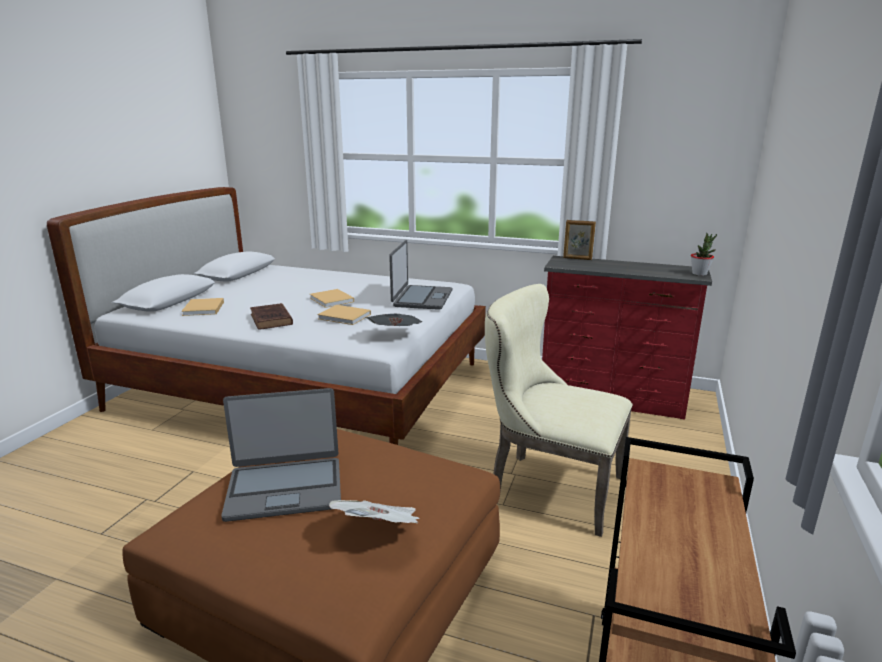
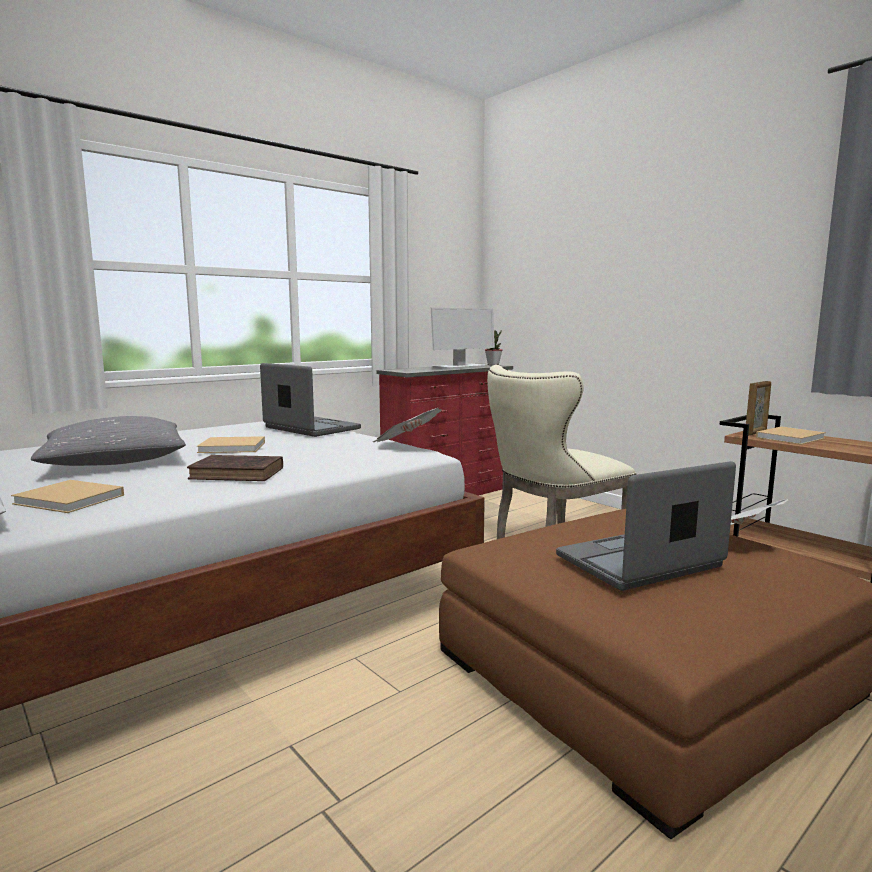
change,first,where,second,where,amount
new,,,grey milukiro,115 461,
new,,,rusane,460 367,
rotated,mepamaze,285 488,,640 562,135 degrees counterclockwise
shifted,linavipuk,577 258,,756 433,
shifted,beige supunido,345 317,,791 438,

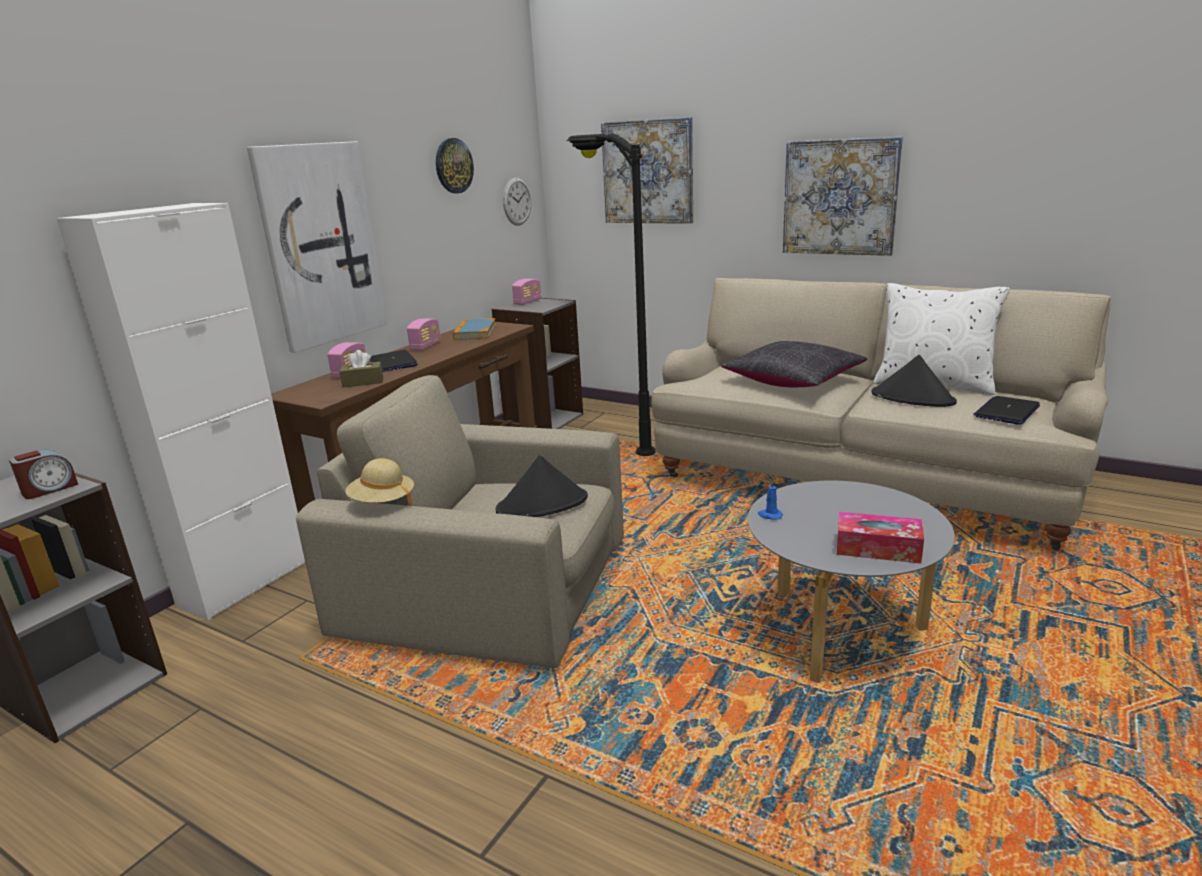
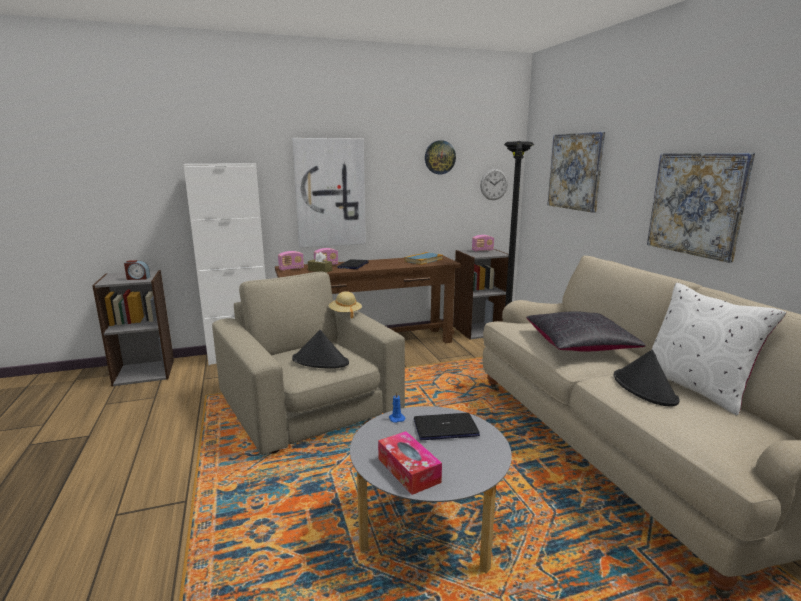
change,first,where,second,where,amount
shifted,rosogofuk,425 346,,291 269,
shifted,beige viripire,382 502,,345 313,
shifted,mepamaze,1006 412,,445 427,

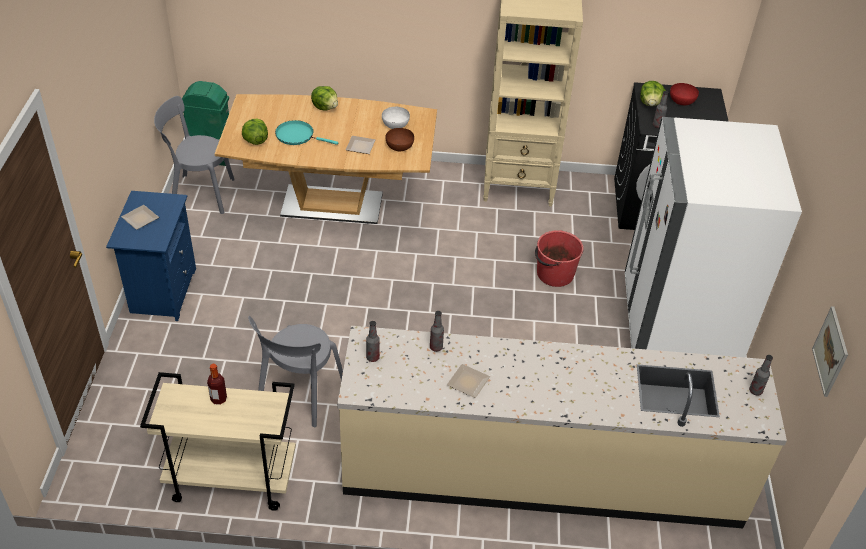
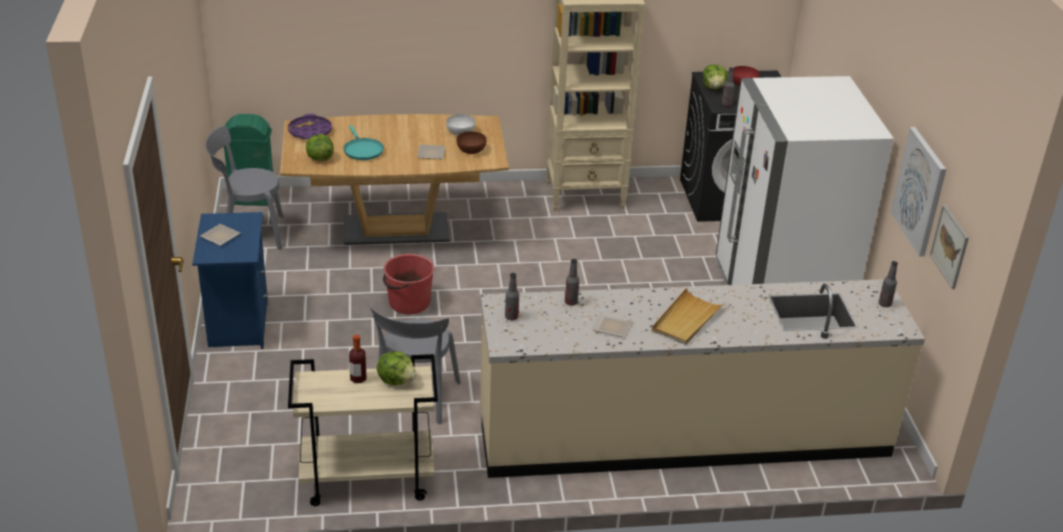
change,first,where,second,where,amount
new,,,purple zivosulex,310 131,
rotated,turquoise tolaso,297 136,,362 150,120 degrees counterclockwise
shifted,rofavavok,325 107,,396 380,
shifted,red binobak,554 274,,408 303,
new,,,beige zivosulex,686 320,
new,,,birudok,920 191,

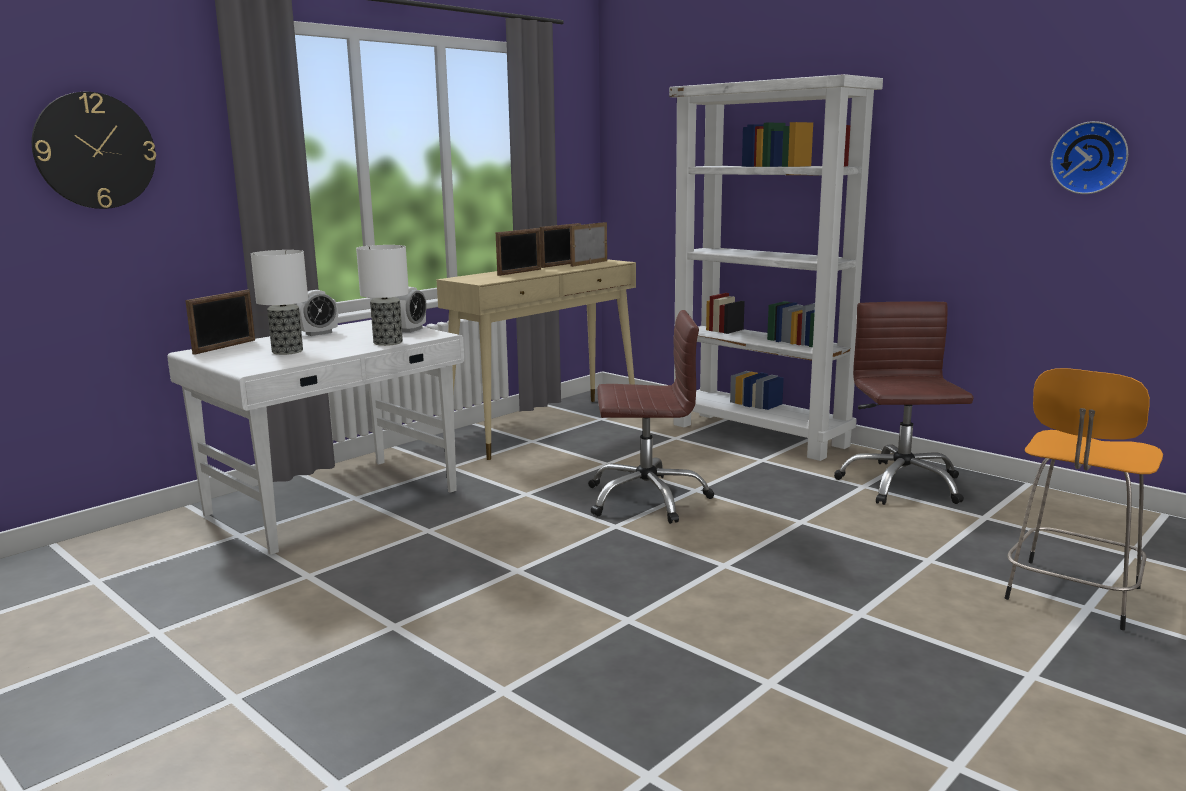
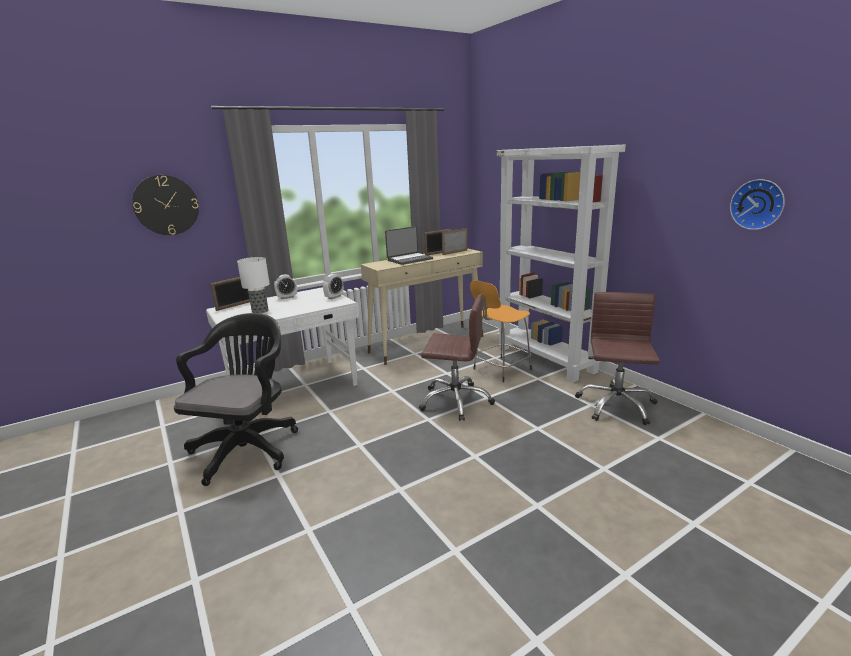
change,first,where,second,where,amount
new,,,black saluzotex,248 447,
swapped,linavipuk,520 272,mepamaze,409 259,
shifted,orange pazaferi,1071 595,,500 370,
gone,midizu,387 343,,,

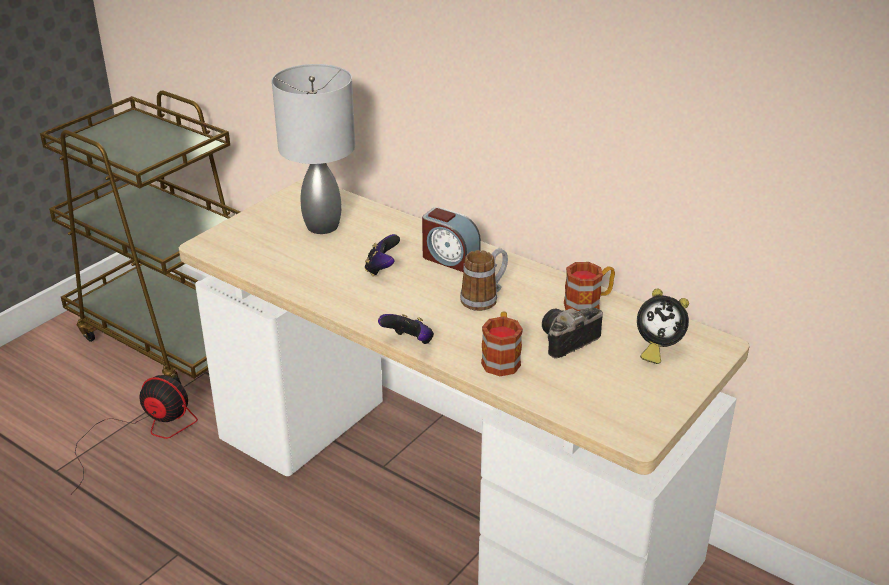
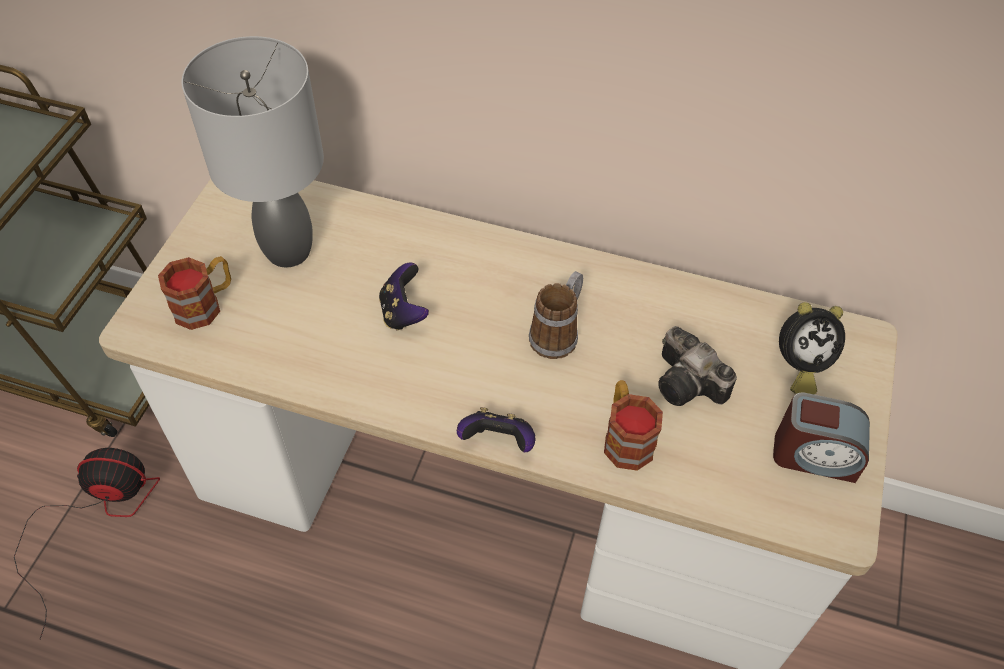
change,first,where,second,where,amount
shifted,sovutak,588 303,,205 304,
rotated,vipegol,565 342,,690 385,75 degrees counterclockwise
shifted,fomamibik,449 258,,814 455,

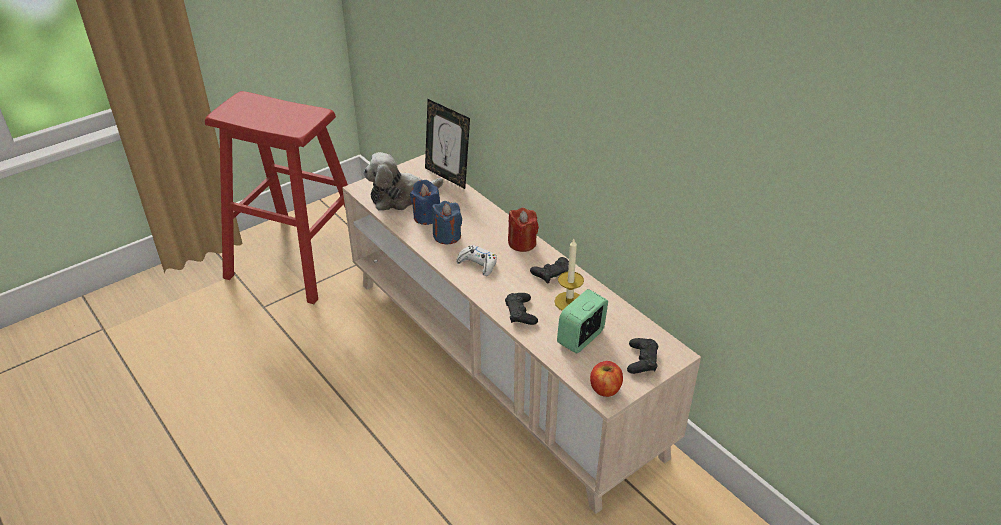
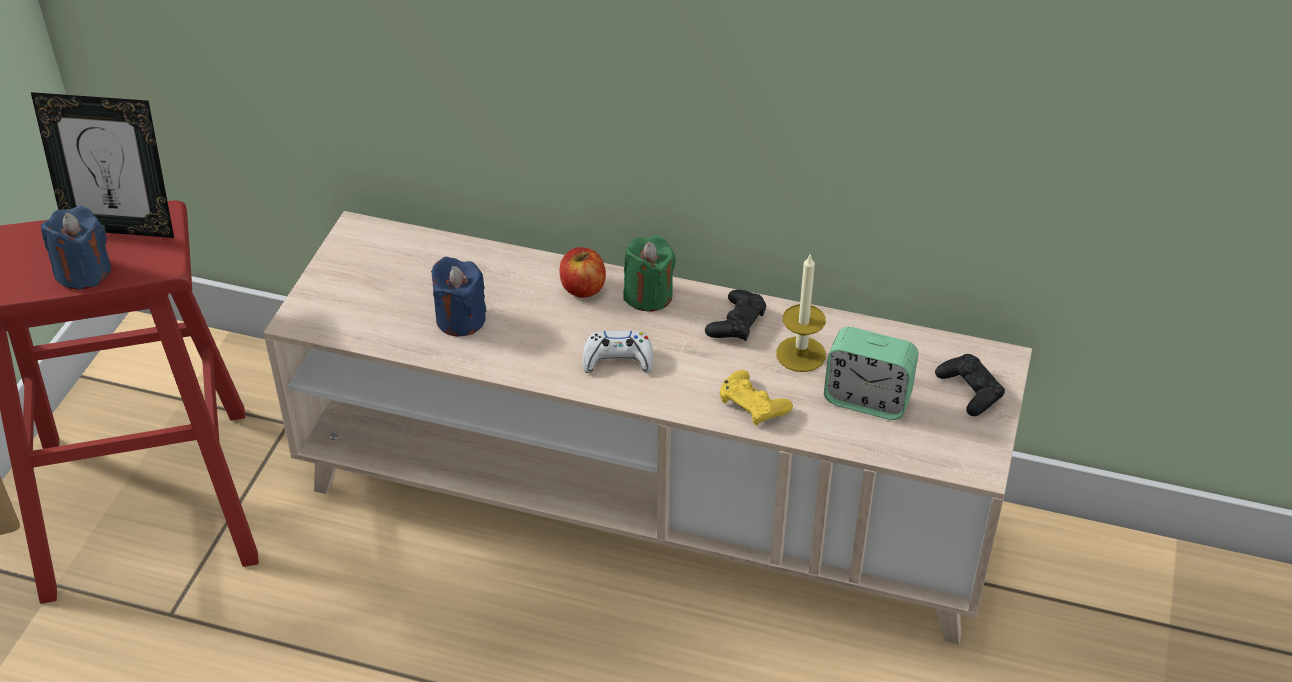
change,first,where,second,where,amount
shifted,linavipuk,448 176,,121 227,
shifted,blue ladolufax,447 236,,84 272,
shifted,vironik,605 389,,583 288,
repainted,red ladolufax,522 243,green ladolufax,648 295,
repainted,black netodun,520 313,yellow netodun,753 404,
rotated,fomamibik,581 338,,867 399,75 degrees counterclockwise
gone,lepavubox,400 197,,,

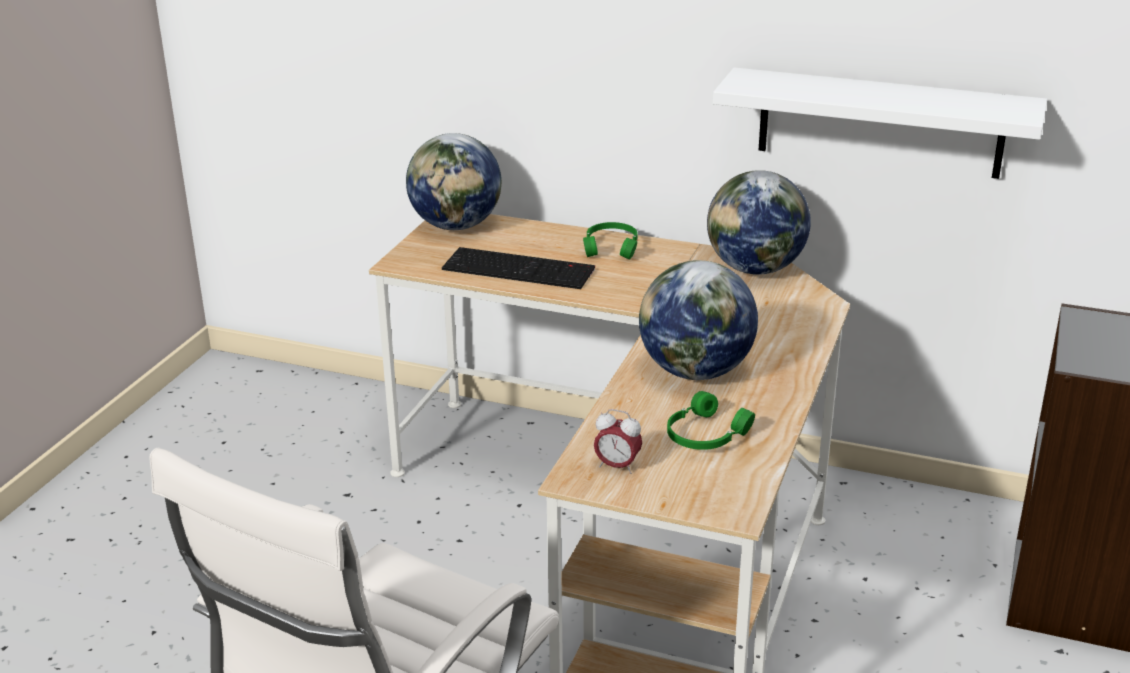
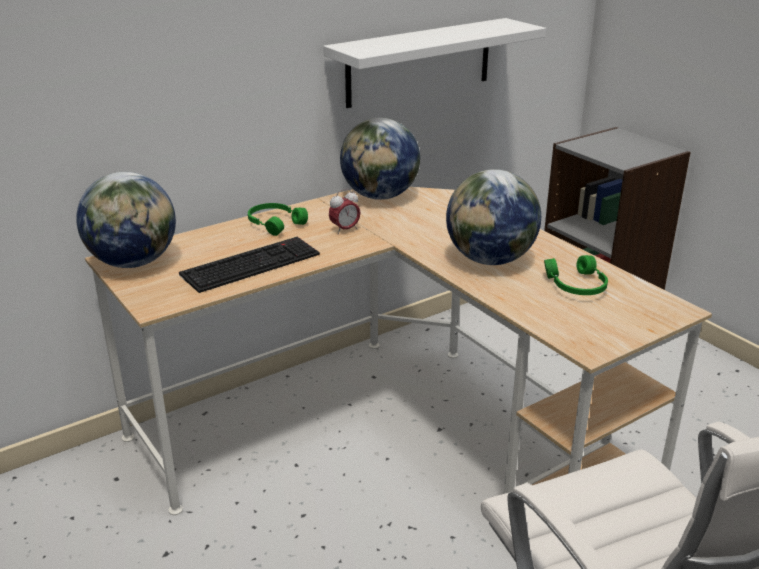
change,first,where,second,where,amount
shifted,fomamibik,617 466,,345 230,

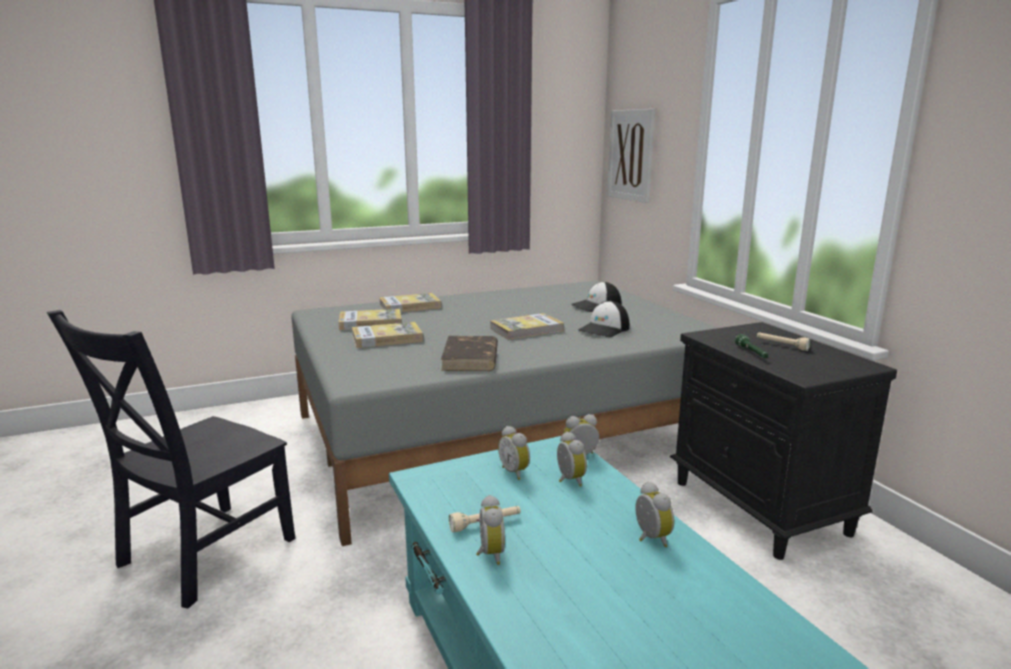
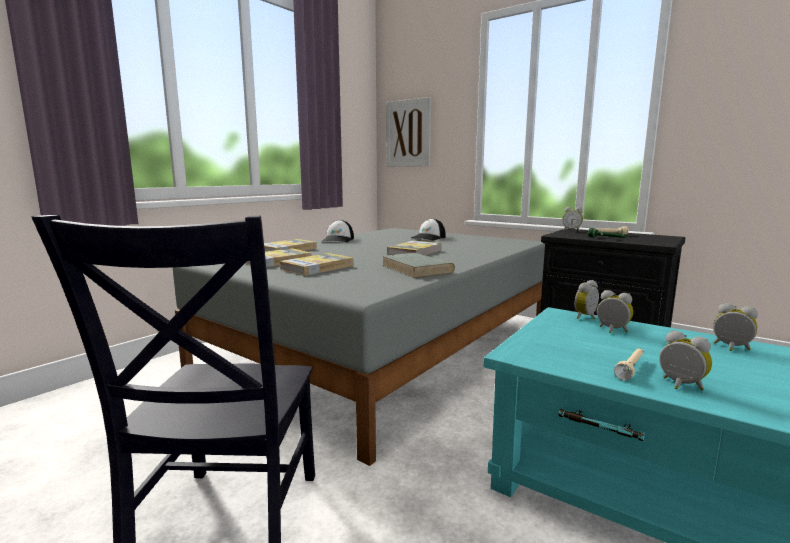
change,first,where,second,where,amount
shifted,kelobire,604 329,,338 240,
repainted,brown supunido,470 358,grey supunido,417 269,
shifted,fomamibik,515 472,,571 230,

